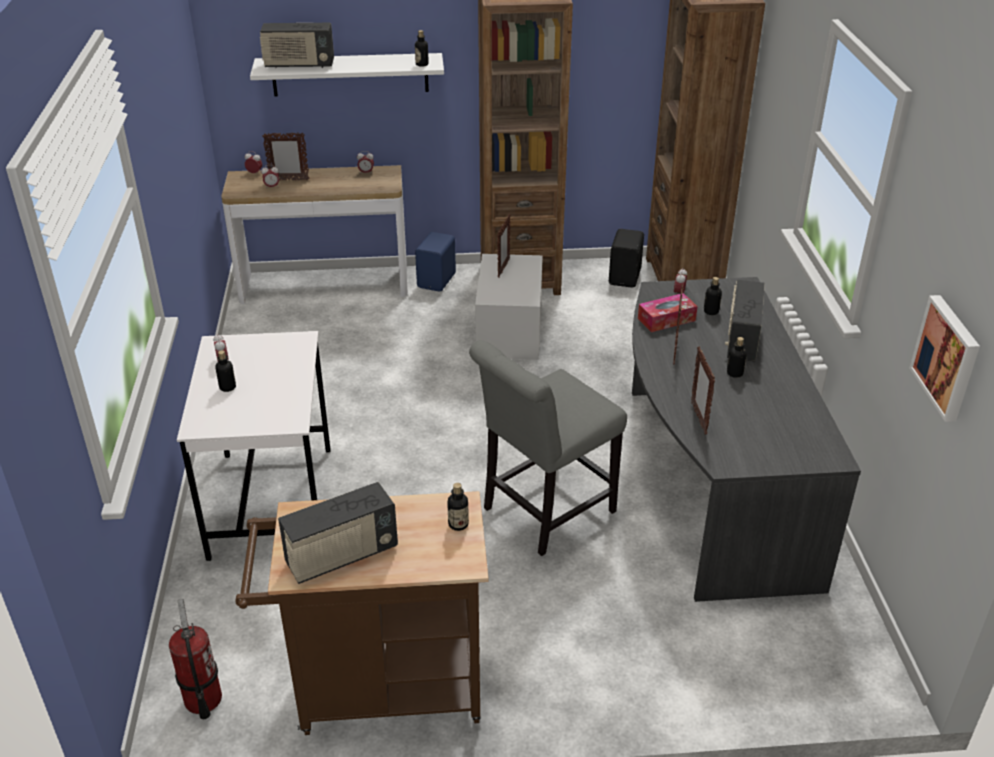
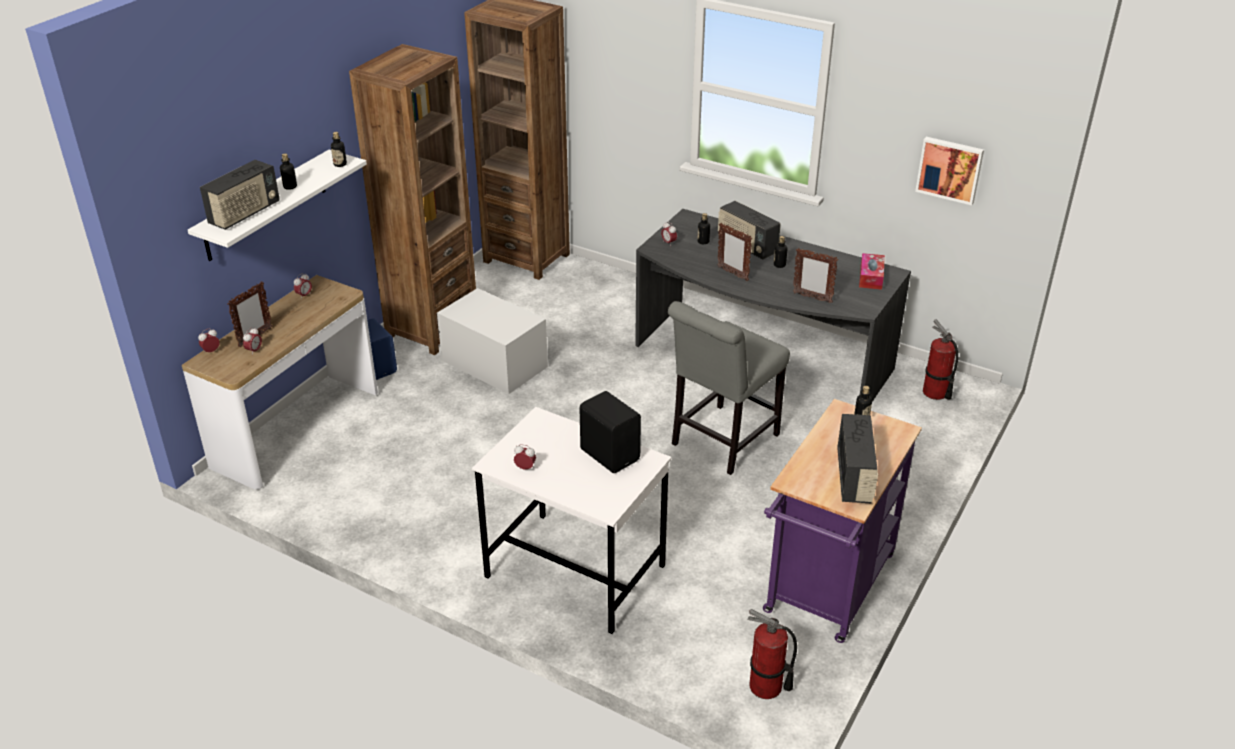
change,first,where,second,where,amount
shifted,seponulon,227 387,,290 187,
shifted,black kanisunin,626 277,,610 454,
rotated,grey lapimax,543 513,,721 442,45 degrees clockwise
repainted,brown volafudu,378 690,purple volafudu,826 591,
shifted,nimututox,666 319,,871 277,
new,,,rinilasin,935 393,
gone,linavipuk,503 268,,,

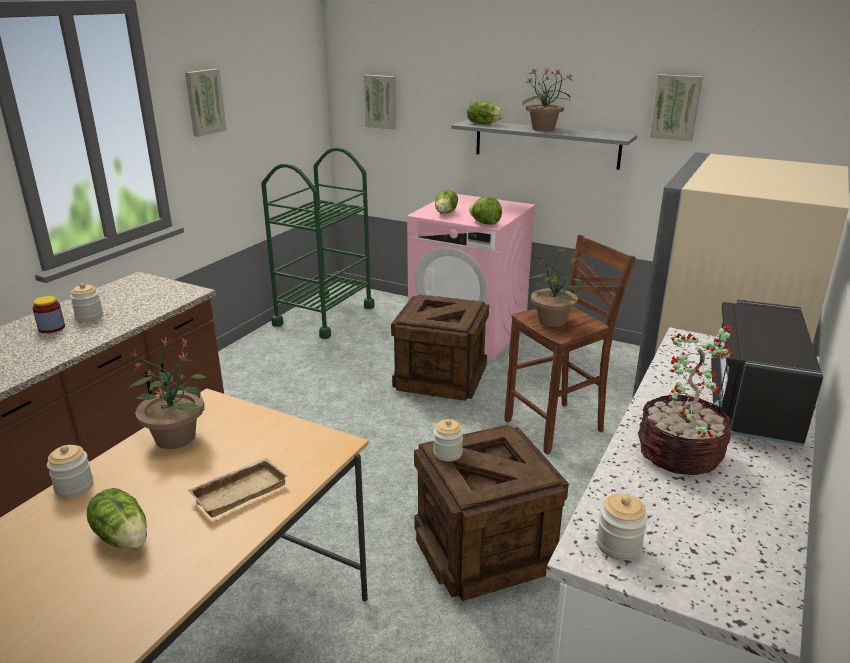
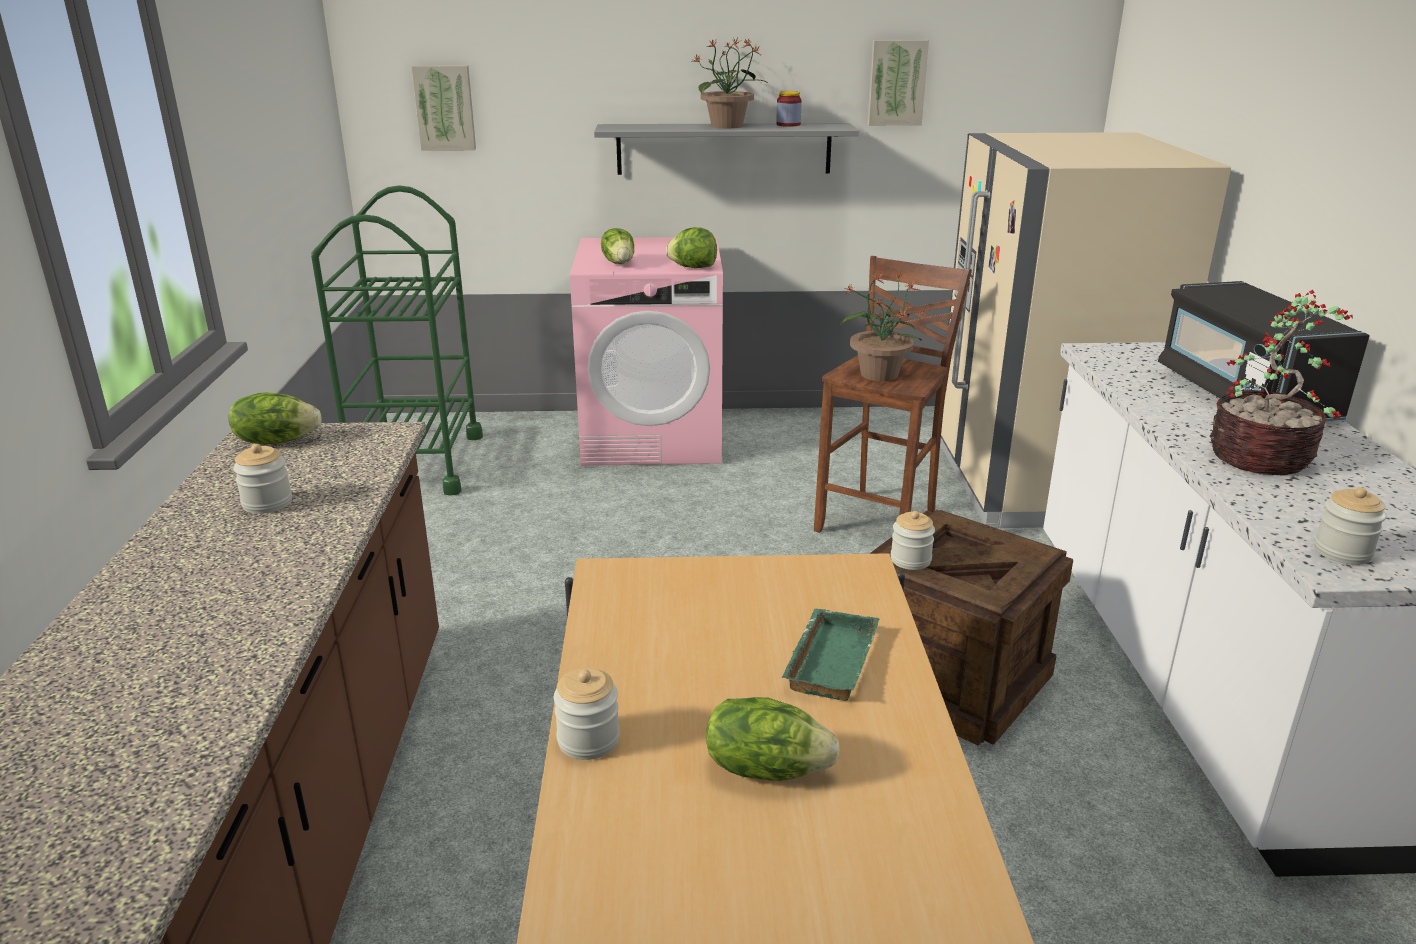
change,first,where,second,where,amount
shifted,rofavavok,483 124,,277 441,
shifted,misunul,51 328,,788 124,
repainted,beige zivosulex,239 490,green zivosulex,828 659,
gone,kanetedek,175 437,,,
gone,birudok,204 102,,,
gone,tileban,441 378,,,

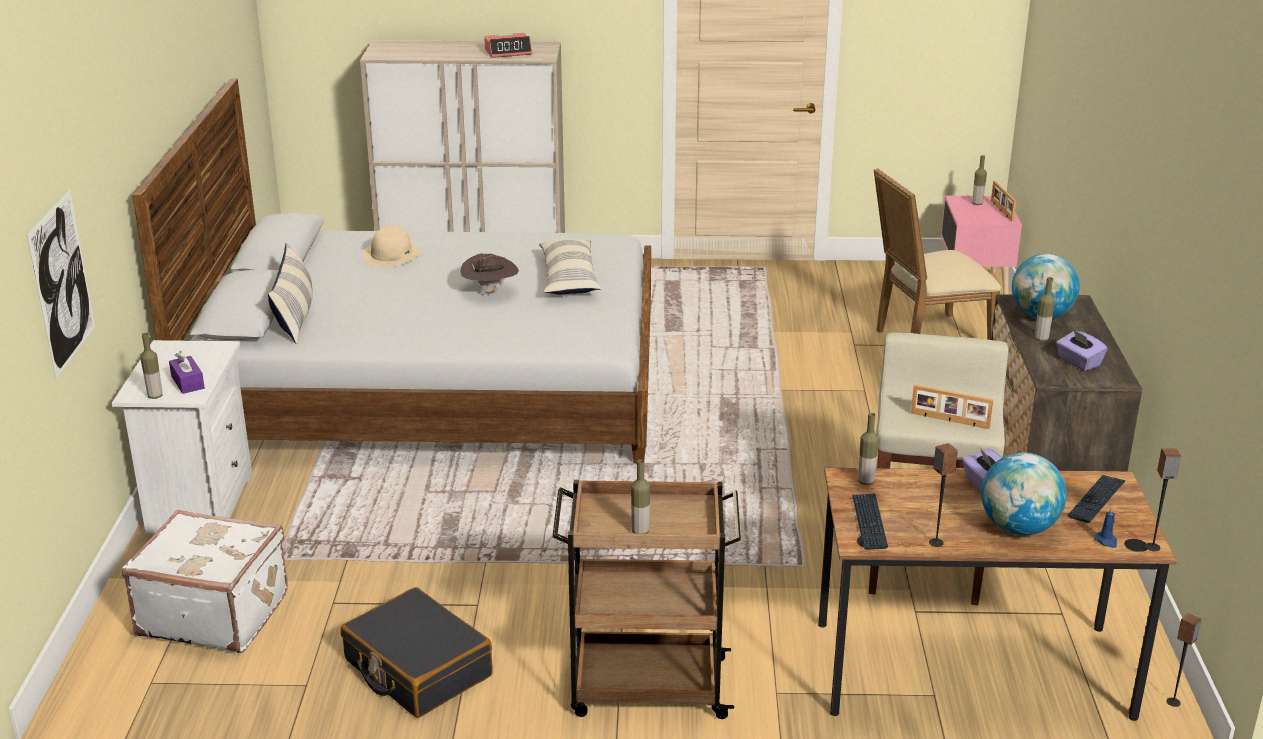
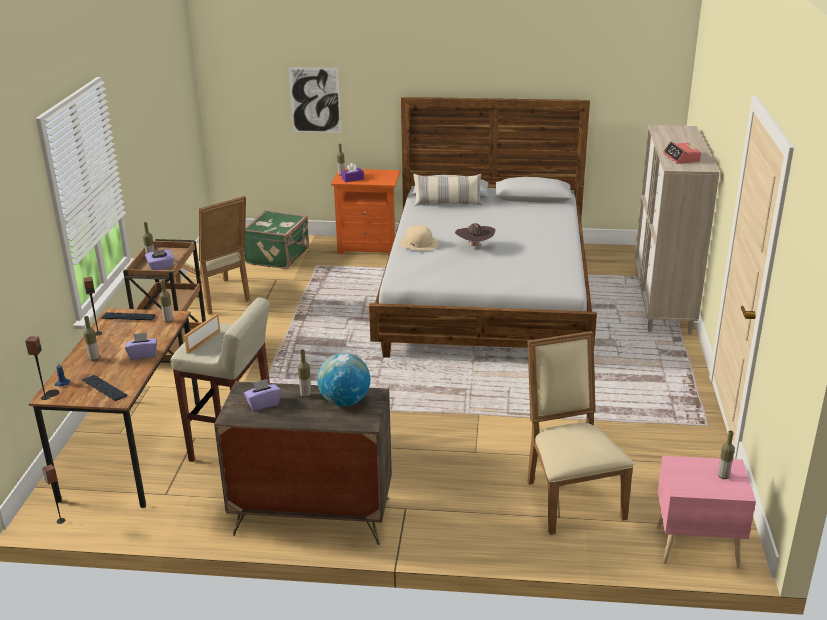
change,first,where,second,where,amount
swapped,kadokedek,1018 528,seponulon,94 358,
new,,,purple nimututox,161 267,
swapped,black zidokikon,417 668,beige lapimax,217 298,
repainted,white zidokikon,214 613,green zidokikon,279 256,
repainted,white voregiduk,198 504,orange voregiduk,369 246,
shifted,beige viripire,391 254,,419 243,
gone,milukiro,569 278,,,
gone,linavipuk,1001 211,,,

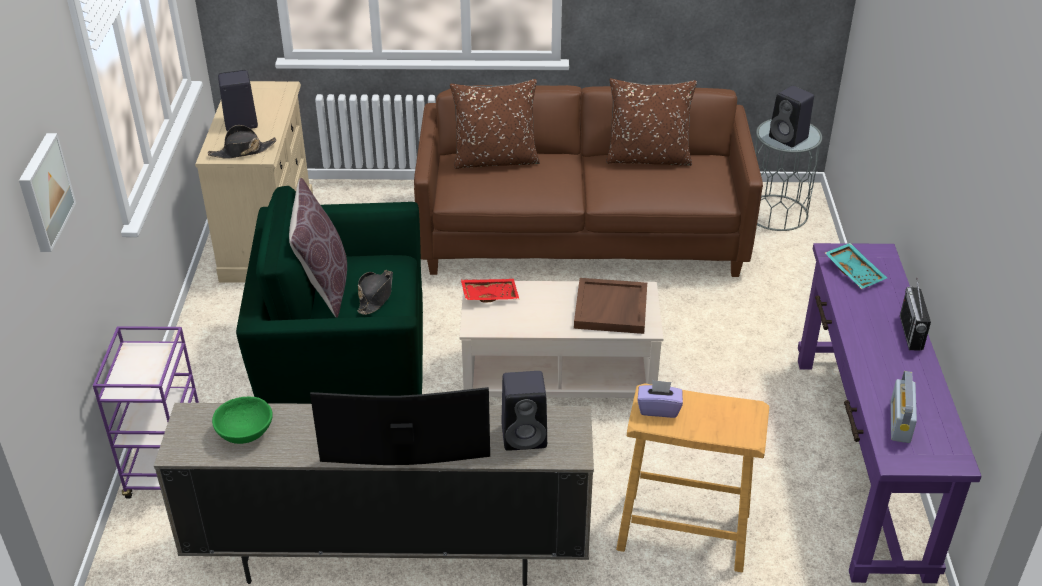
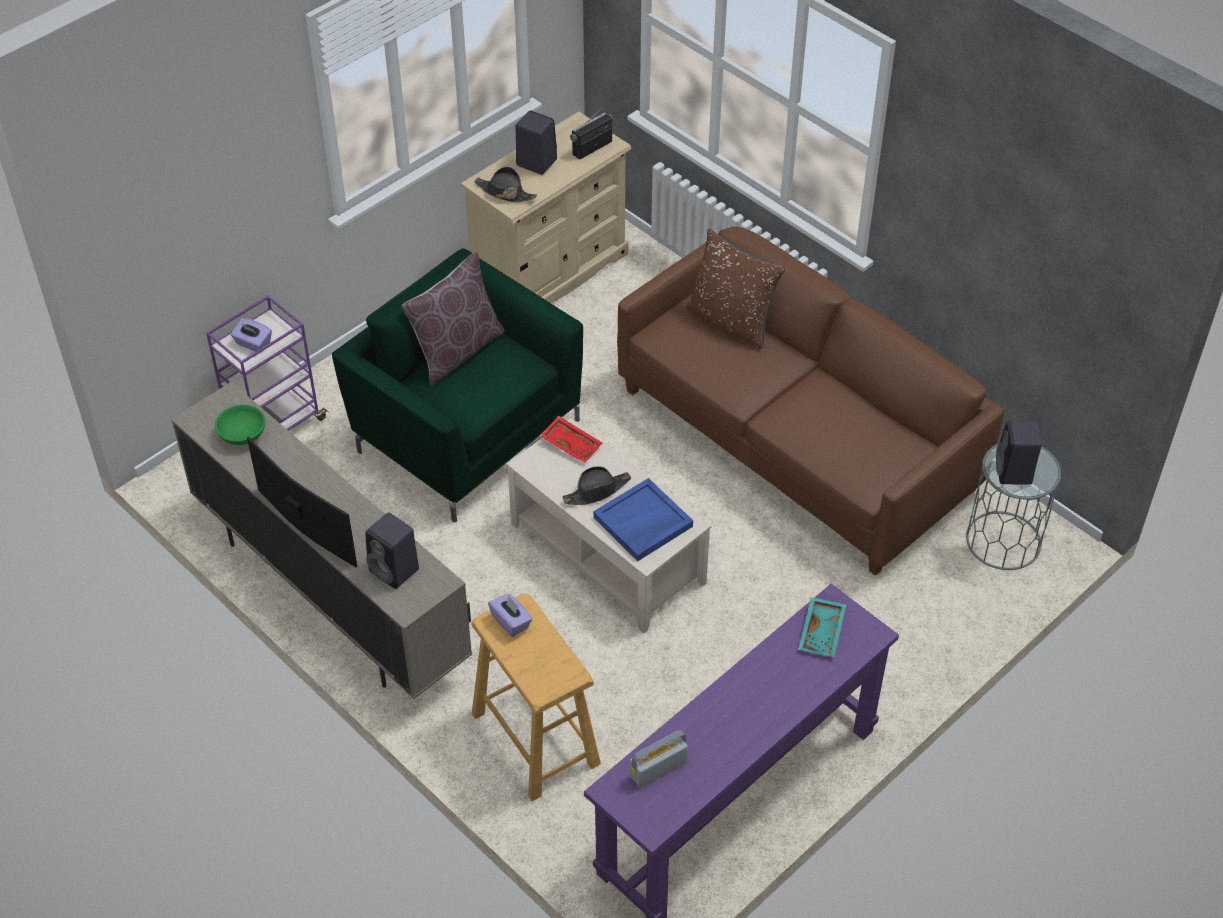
change,first,where,second,where,amount
new,,,purple nimututox,253 343,
shifted,black viripire,376 296,,597 491,
shifted,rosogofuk,911 333,,592 148,
repainted,brown zivosulex,611 309,blue zivosulex,643 523,
gone,birudok,43 192,,,
gone,brown milukiro,648 158,,,

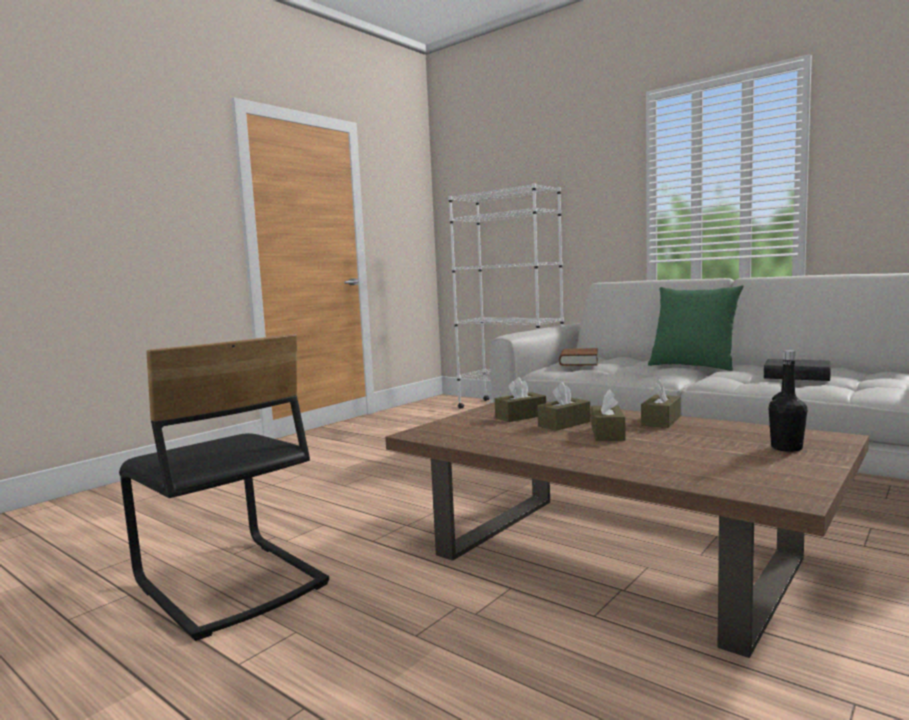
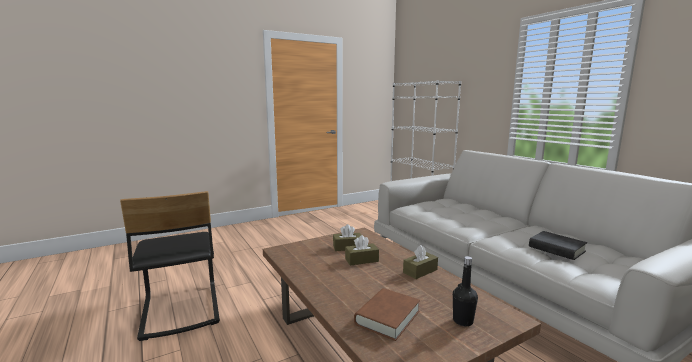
change,first,where,second,where,amount
shifted,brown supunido,579 362,,387 317,
gone,brown nimututox,607 433,,,
gone,green milukiro,693 366,,,

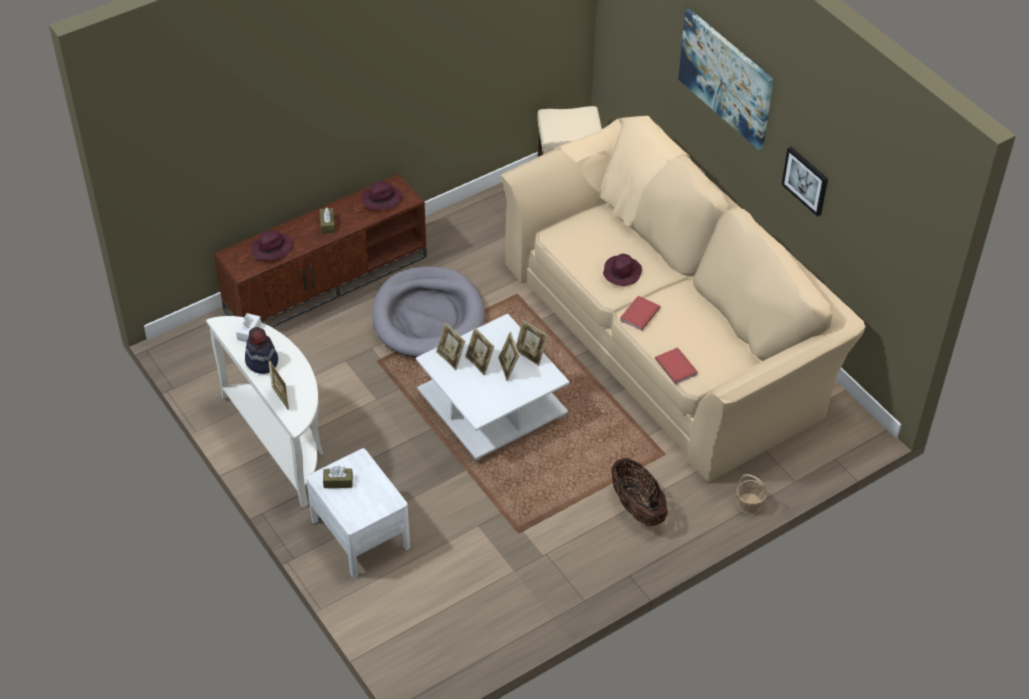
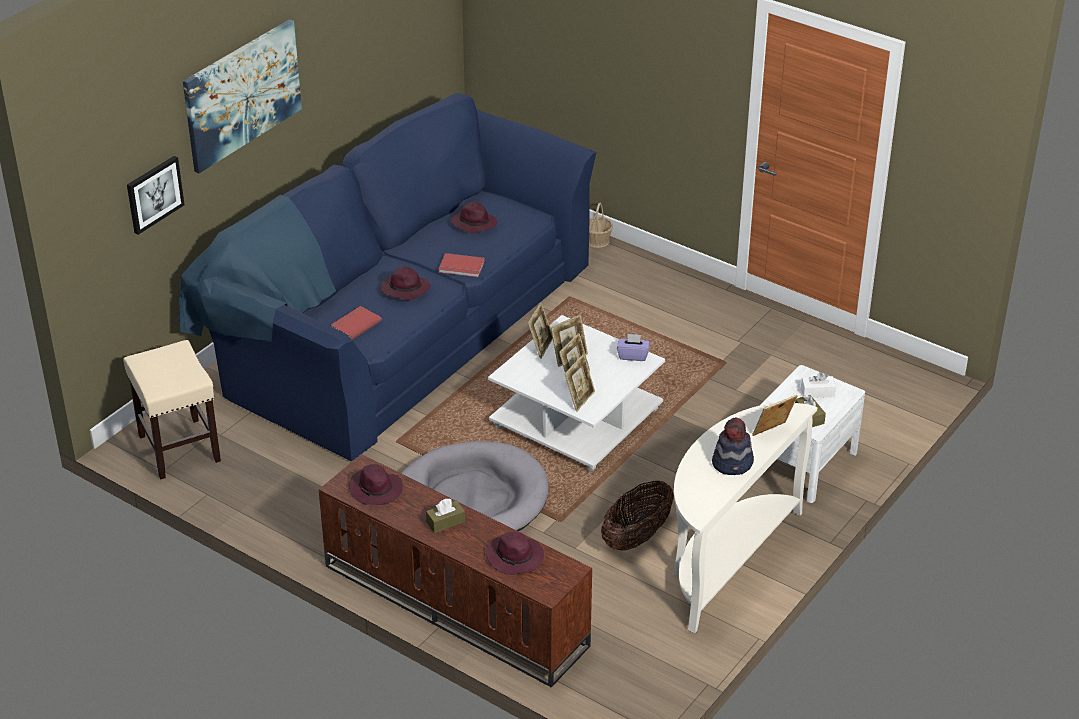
change,first,where,second,where,amount
shifted,birudok,806 180,,154 194,
repainted,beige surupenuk,668 332,blue surupenuk,401 325,
shifted,red supunido,677 366,,355 324,
new,,,purple viripire,473 224,
shifted,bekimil,637 507,,636 537,
new,,,purple nimututox,633 355,
shifted,white nimututox,249 332,,817 392,

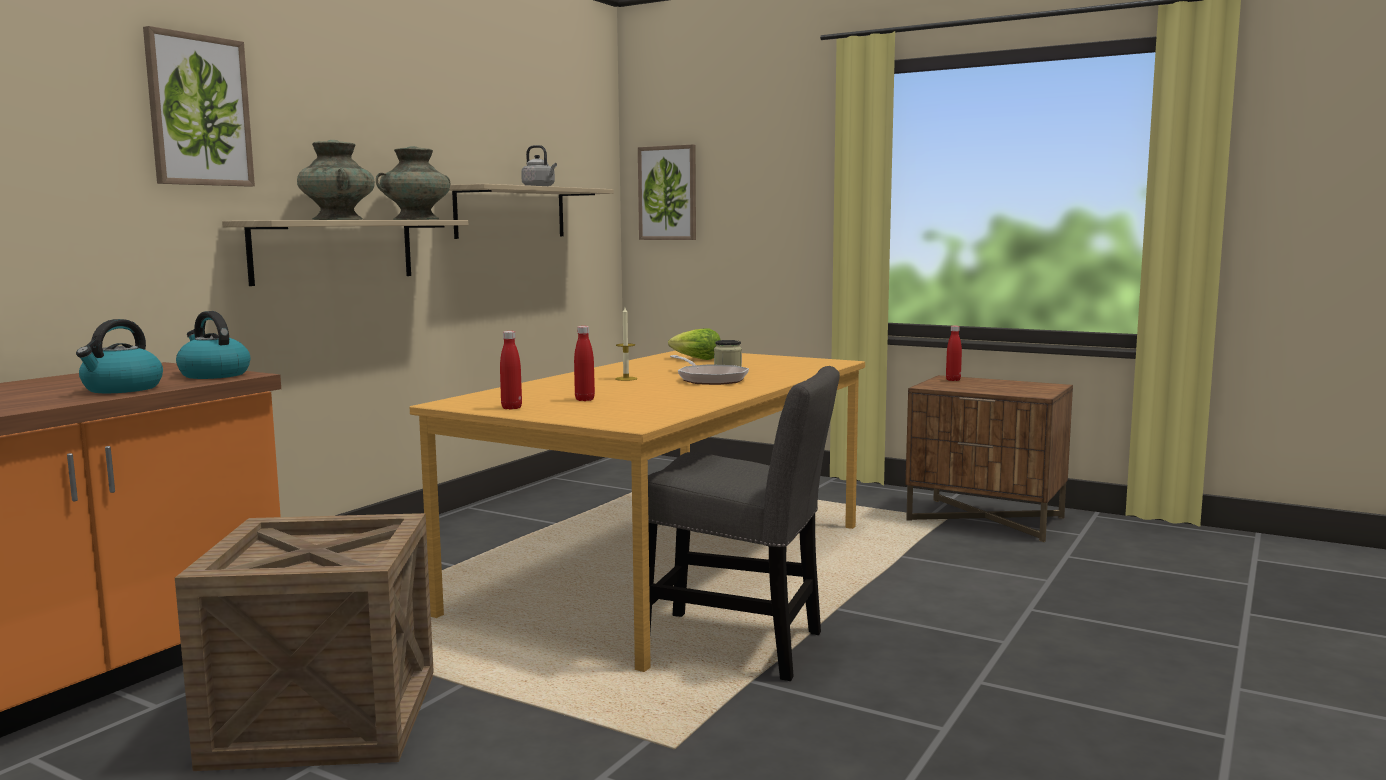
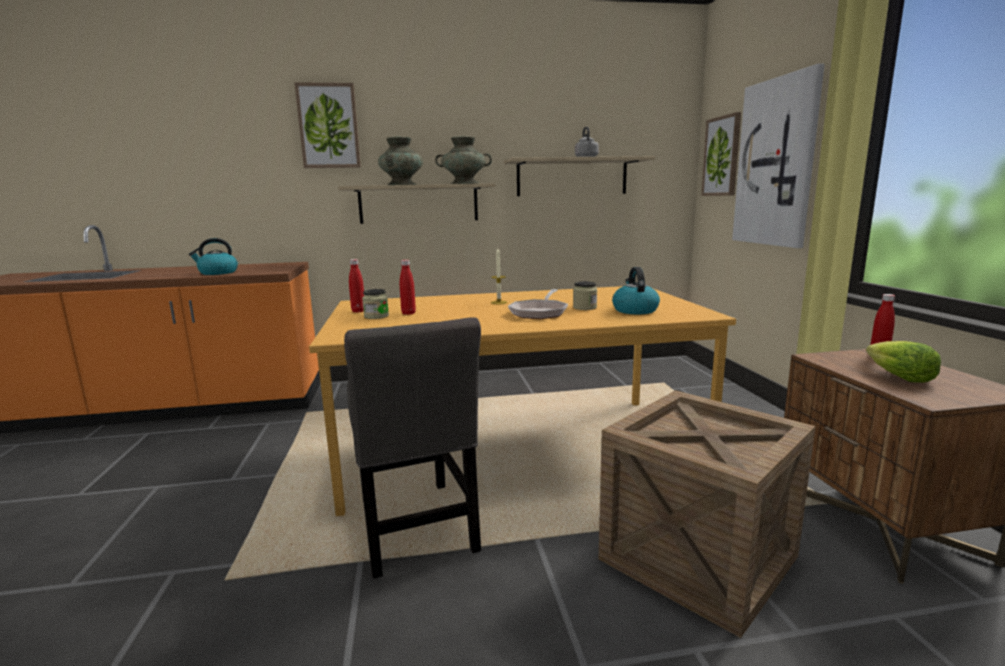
change,first,where,second,where,amount
new,,,misunul,376 316,
shifted,tileban,324 718,,698 557,
shifted,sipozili,213 375,,634 310,
new,,,birudok,776 163,
shifted,rofavavok,695 359,,898 377,

